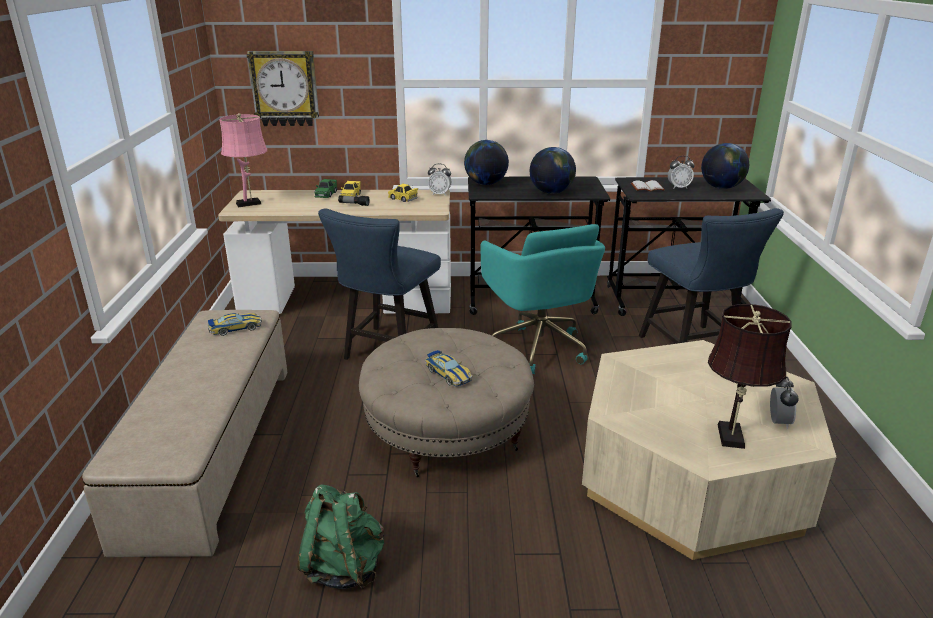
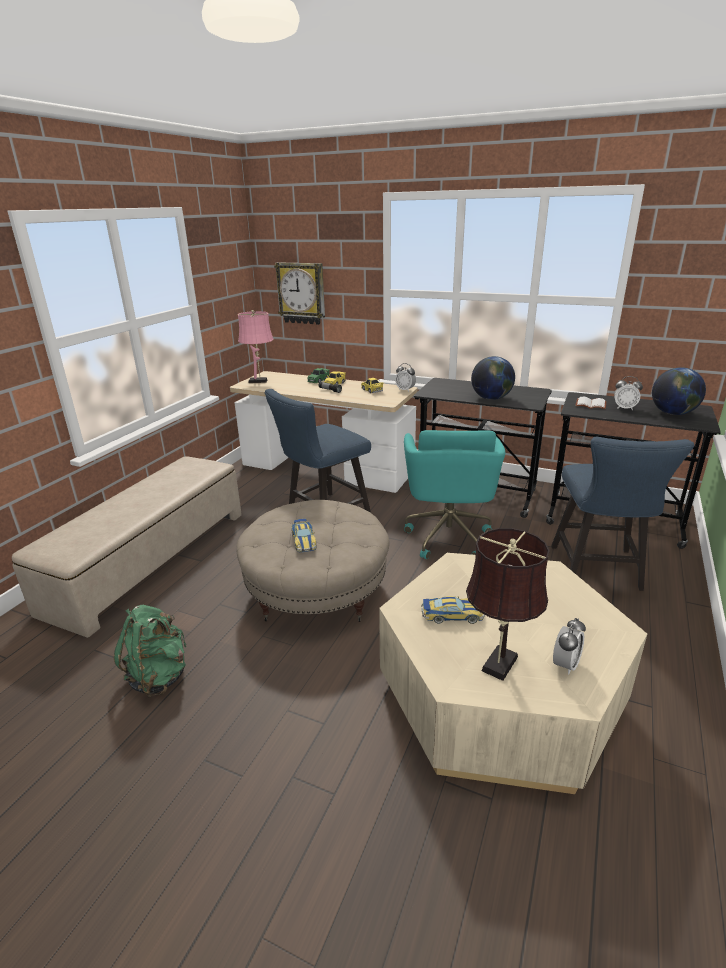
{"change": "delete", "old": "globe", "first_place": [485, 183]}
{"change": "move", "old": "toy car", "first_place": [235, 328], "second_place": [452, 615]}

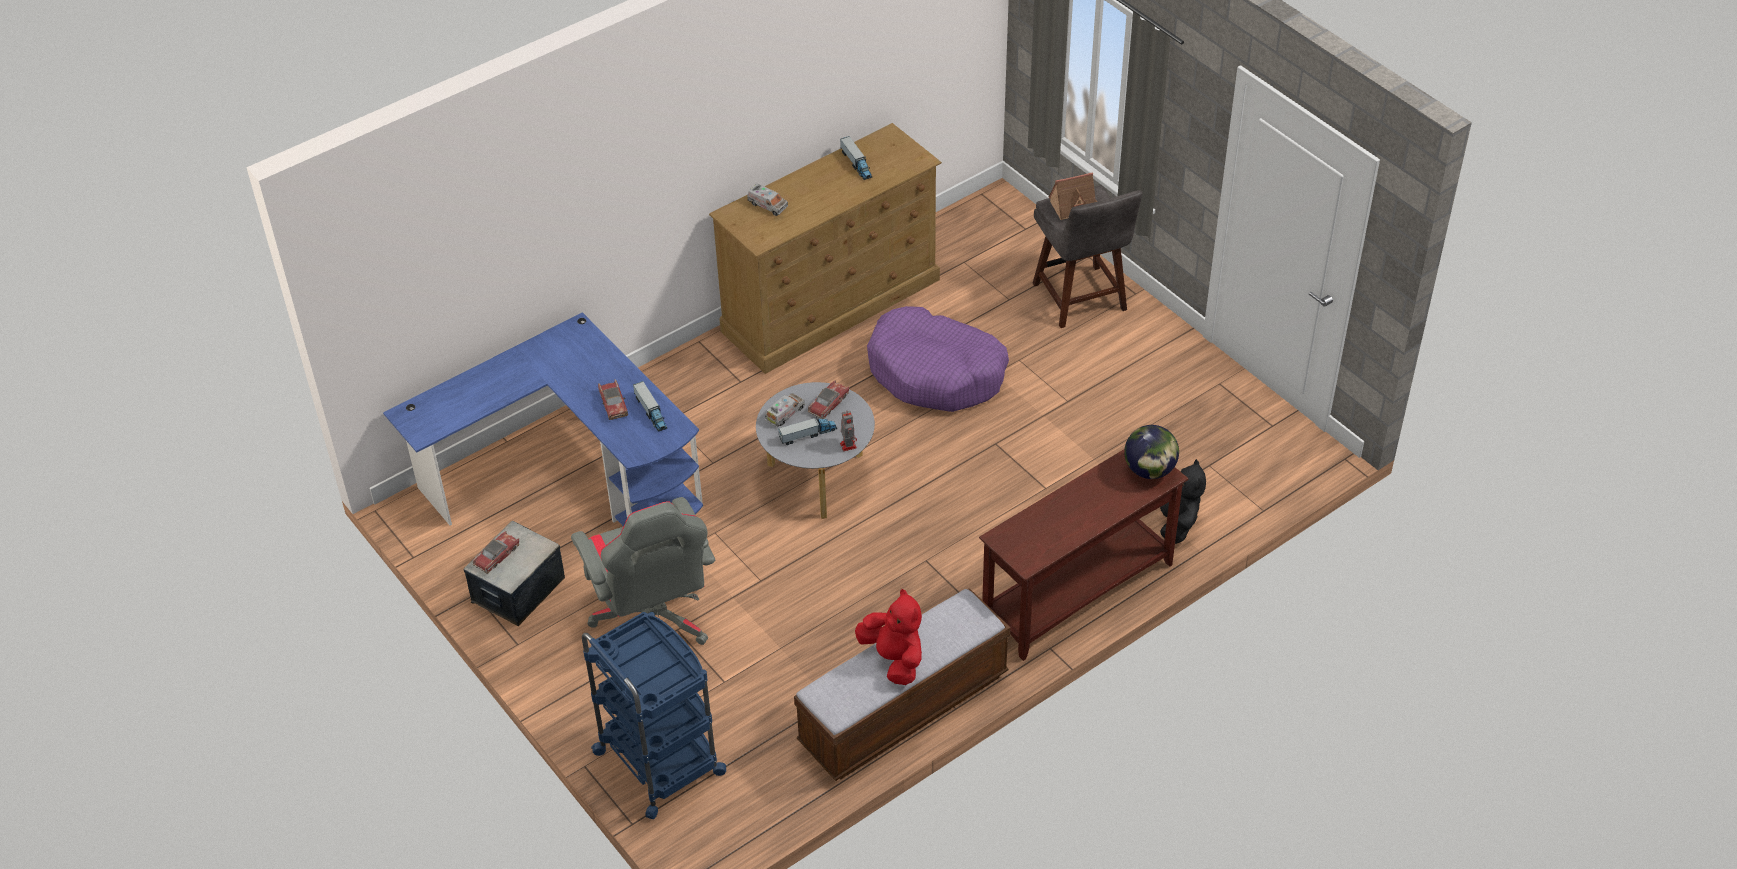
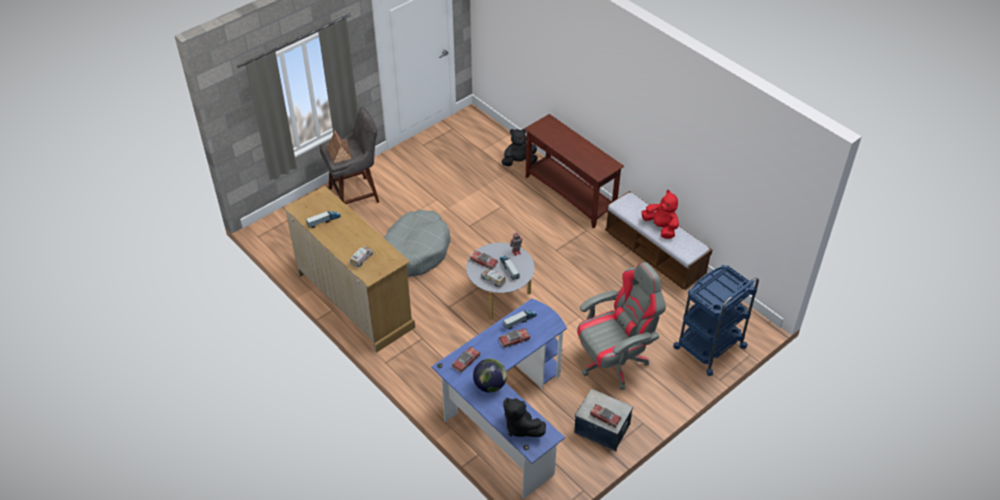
{"change": "insert", "new": "toy car", "second_place": [466, 361]}
{"change": "insert", "new": "black plush toy", "second_place": [520, 427]}
{"change": "move", "old": "globe", "first_place": [1149, 470], "second_place": [490, 385]}
{"change": "recolor", "old": "purple dog bed", "new": "grey dog bed", "first_place": [936, 373], "second_place": [414, 251]}
{"change": "rotate", "old": "red plush toy", "first_place": [894, 659], "second_place": [661, 227], "degrees": 90}

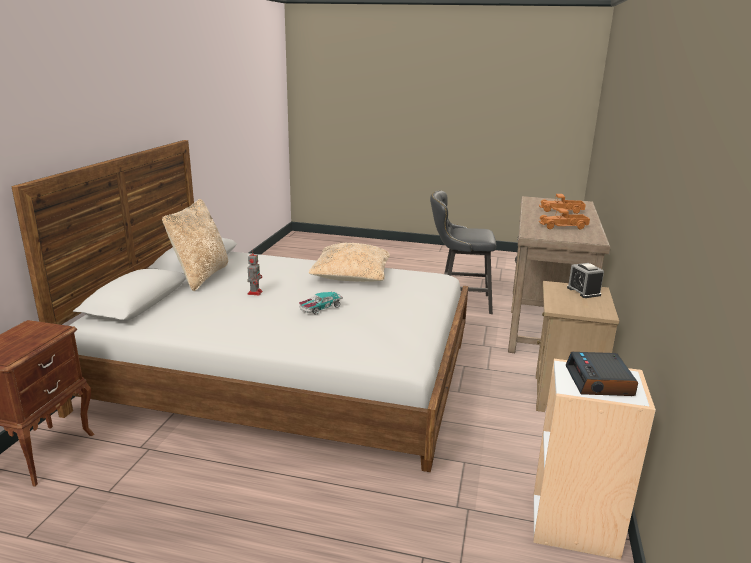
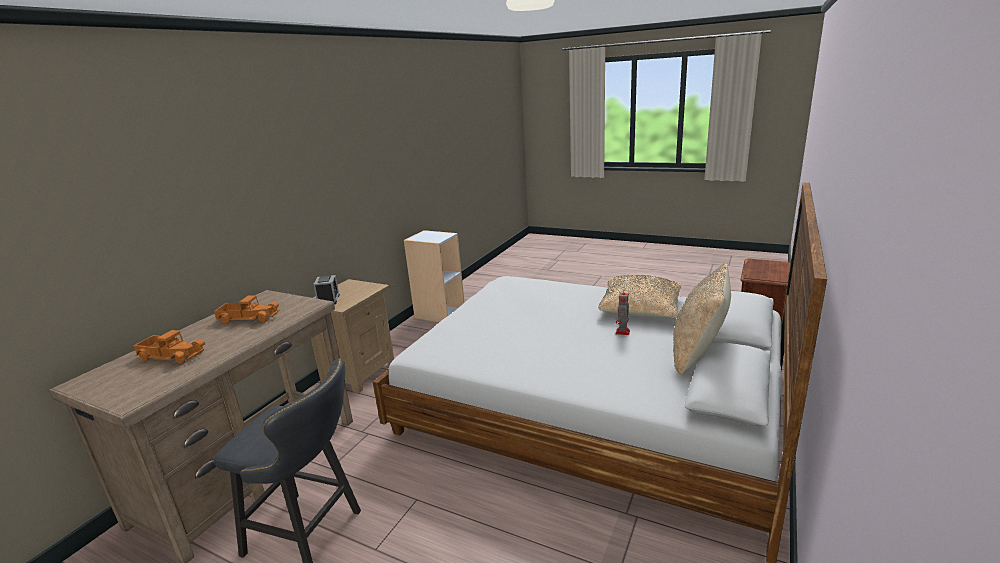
{"change": "delete", "old": "toy car", "first_place": [320, 308]}
{"change": "delete", "old": "alarm clock", "first_place": [600, 382]}
{"change": "move", "old": "beige pillow", "first_place": [351, 274], "second_place": [640, 308]}

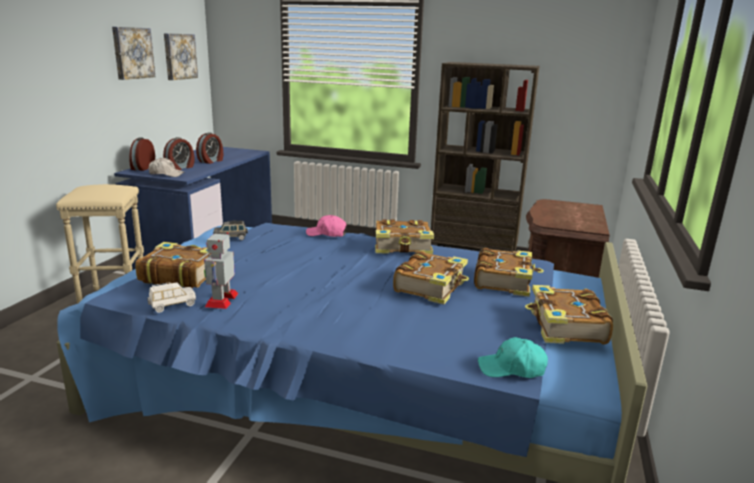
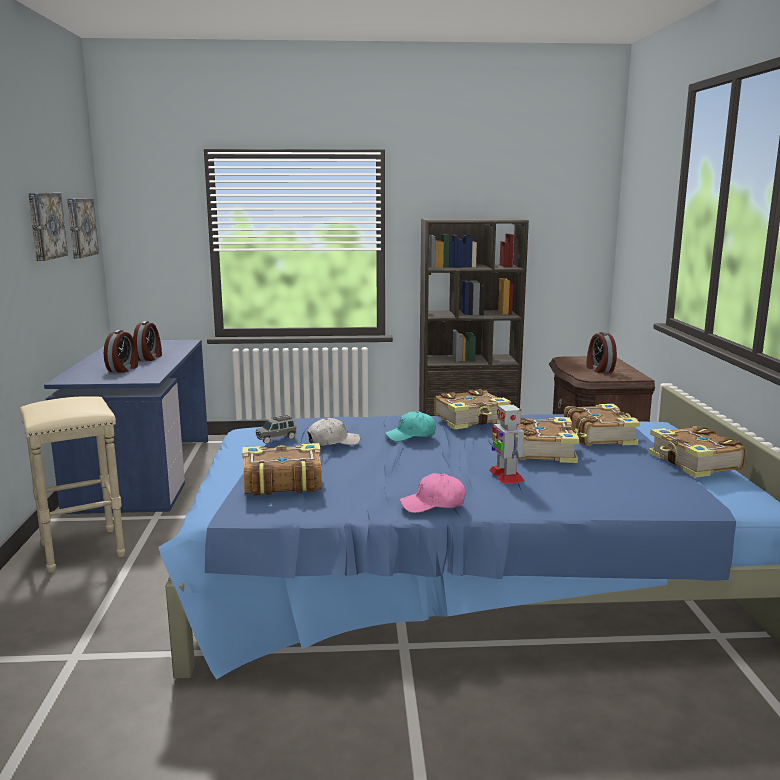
{"change": "delete", "old": "white toy car", "first_place": [172, 305]}
{"change": "move", "old": "alarm clock", "first_place": [142, 168], "second_place": [599, 369]}
{"change": "move", "old": "white cap", "first_place": [166, 174], "second_place": [333, 442]}
{"change": "move", "old": "toy robot", "first_place": [222, 300], "second_place": [506, 476]}
{"change": "move", "old": "pink cap", "first_place": [327, 234], "second_place": [433, 504]}
{"change": "move", "old": "turquoise cap", "first_place": [512, 368], "second_place": [411, 435]}

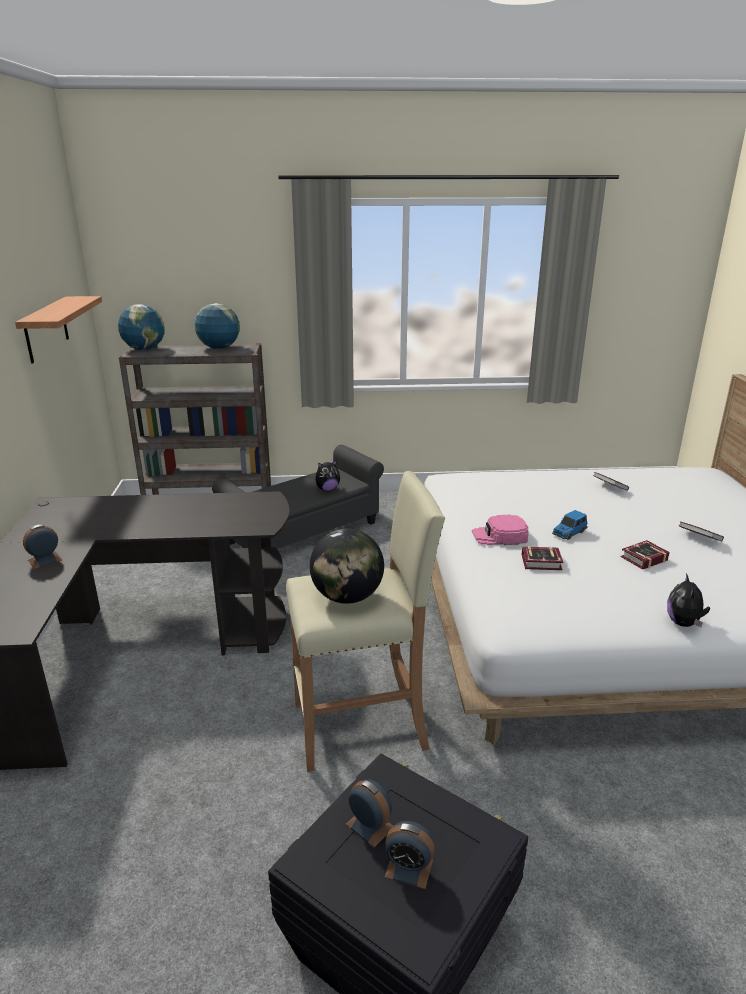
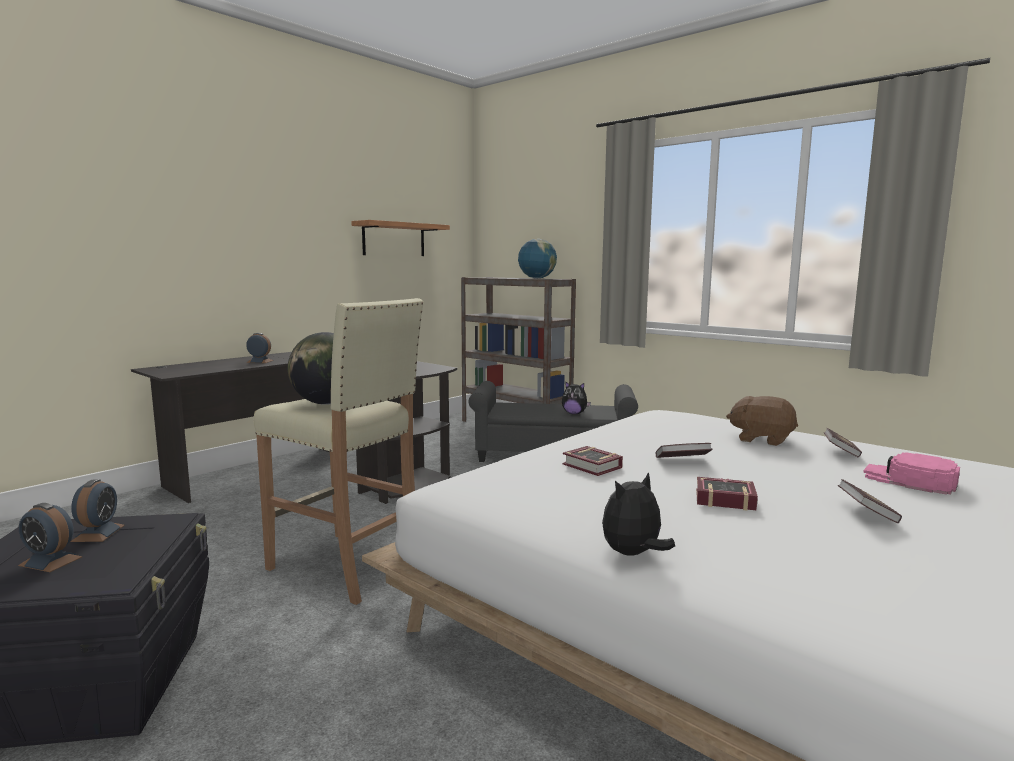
{"change": "delete", "old": "globe", "first_place": [144, 349]}
{"change": "insert", "new": "brown plush toy", "second_place": [761, 439]}
{"change": "move", "old": "pink cap", "first_place": [499, 536], "second_place": [910, 480]}
{"change": "replace", "old": "toy car", "new": "book", "first_place": [568, 533], "second_place": [682, 461]}
{"change": "rotate", "old": "alarm clock", "first_place": [409, 868], "second_place": [50, 561], "degrees": -45}

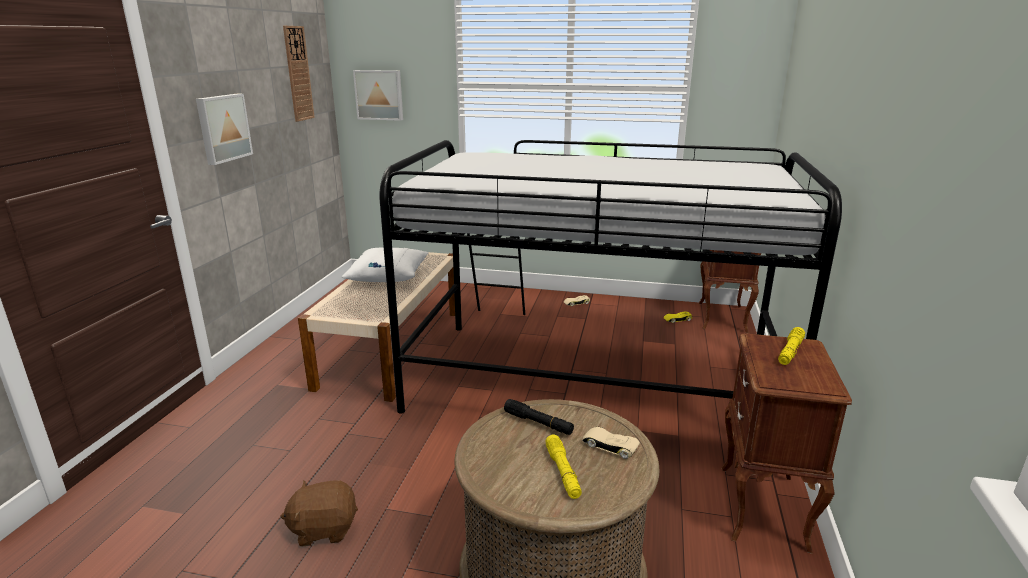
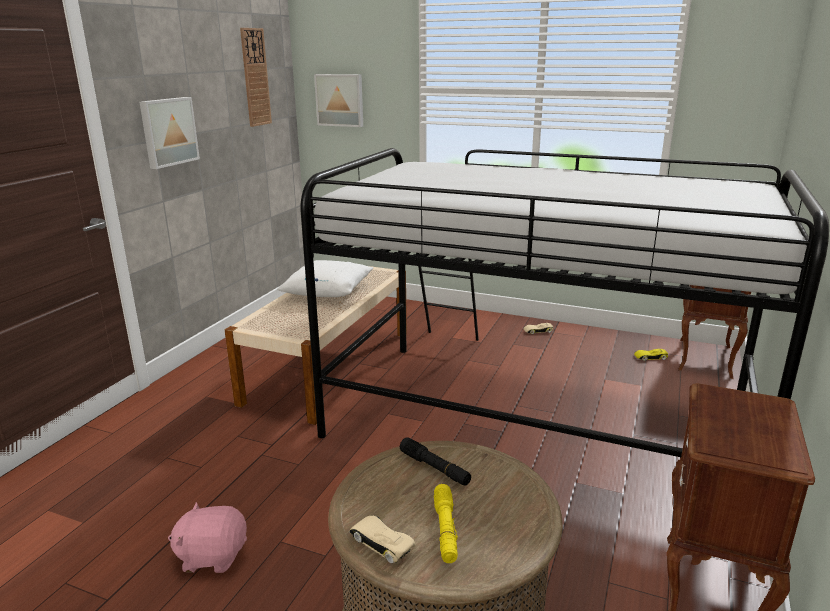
{"change": "delete", "old": "yellow flashlight", "first_place": [790, 352]}
{"change": "move", "old": "beige toy car", "first_place": [610, 446], "second_place": [382, 542]}
{"change": "recolor", "old": "brown plush toy", "new": "pink plush toy", "first_place": [324, 528], "second_place": [212, 555]}

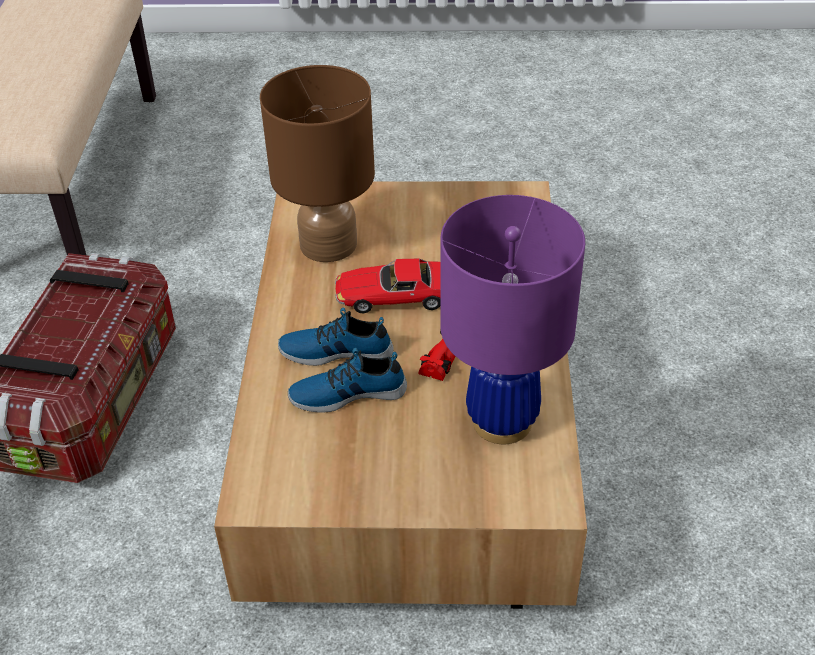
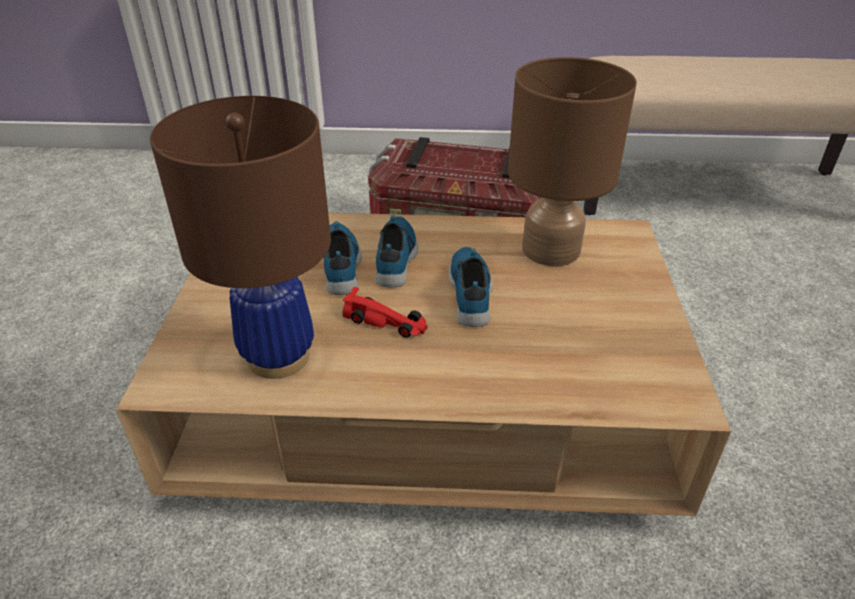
{"change": "replace", "old": "toy car", "new": "shoe", "first_place": [397, 297], "second_place": [471, 291]}
{"change": "recolor", "old": "purple table lamp", "new": "brown table lamp", "first_place": [501, 421], "second_place": [279, 356]}

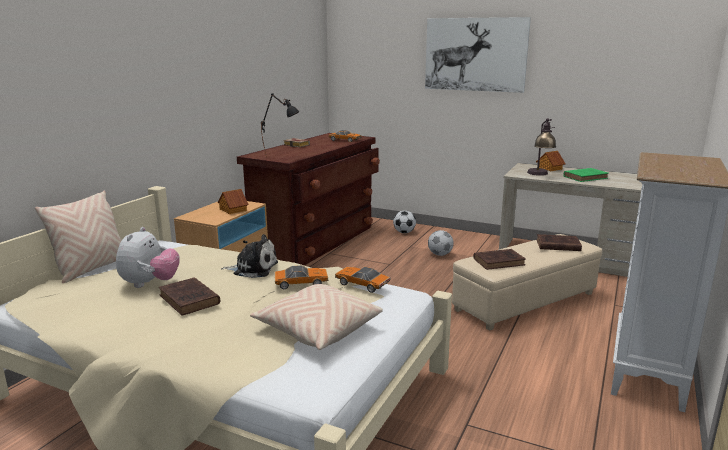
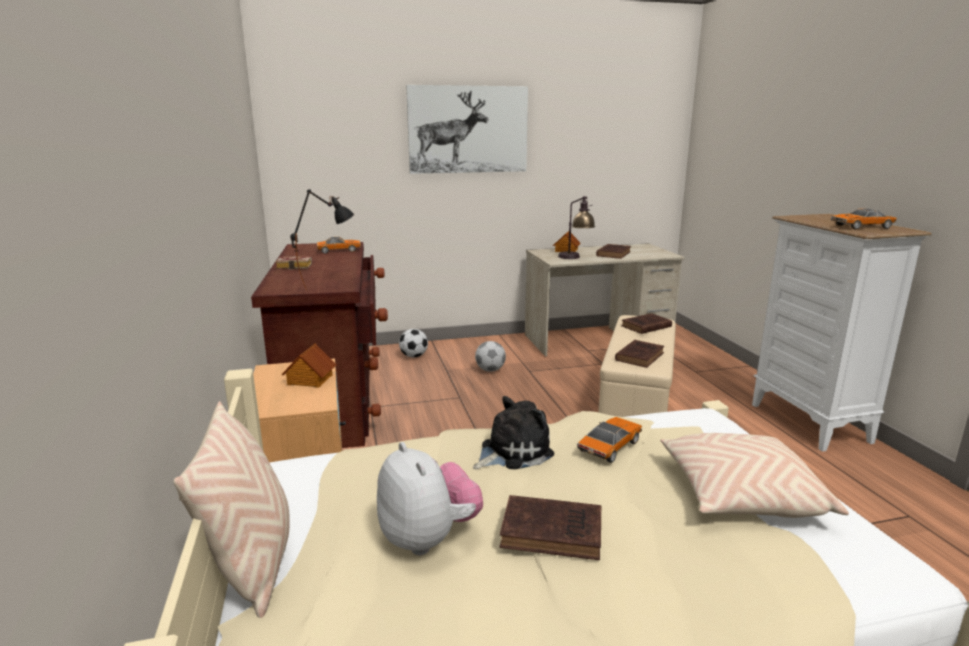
{"change": "move", "old": "toy car", "first_place": [362, 284], "second_place": [861, 227]}
{"change": "recolor", "old": "green book", "new": "brown book", "first_place": [586, 177], "second_place": [614, 253]}

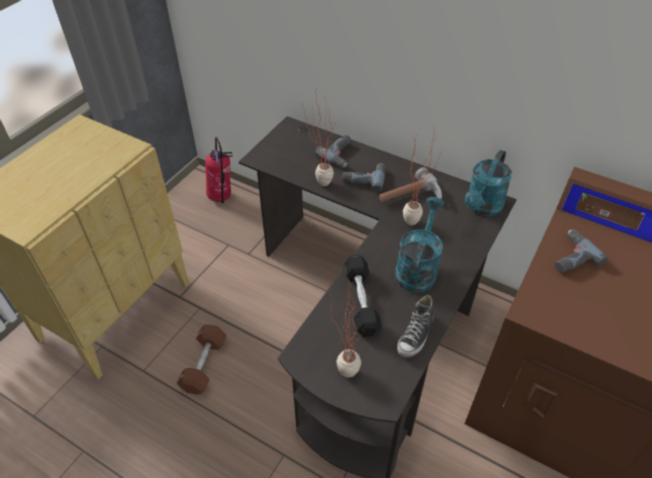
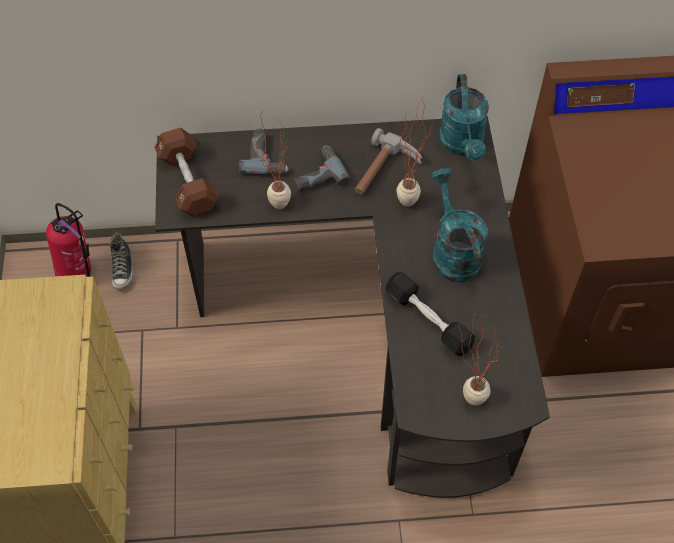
{"change": "delete", "old": "power drill", "first_place": [570, 256]}
{"change": "move", "old": "brown dumbbell", "first_place": [204, 365], "second_place": [188, 182]}
{"change": "move", "old": "shoe", "first_place": [415, 336], "second_place": [123, 269]}

